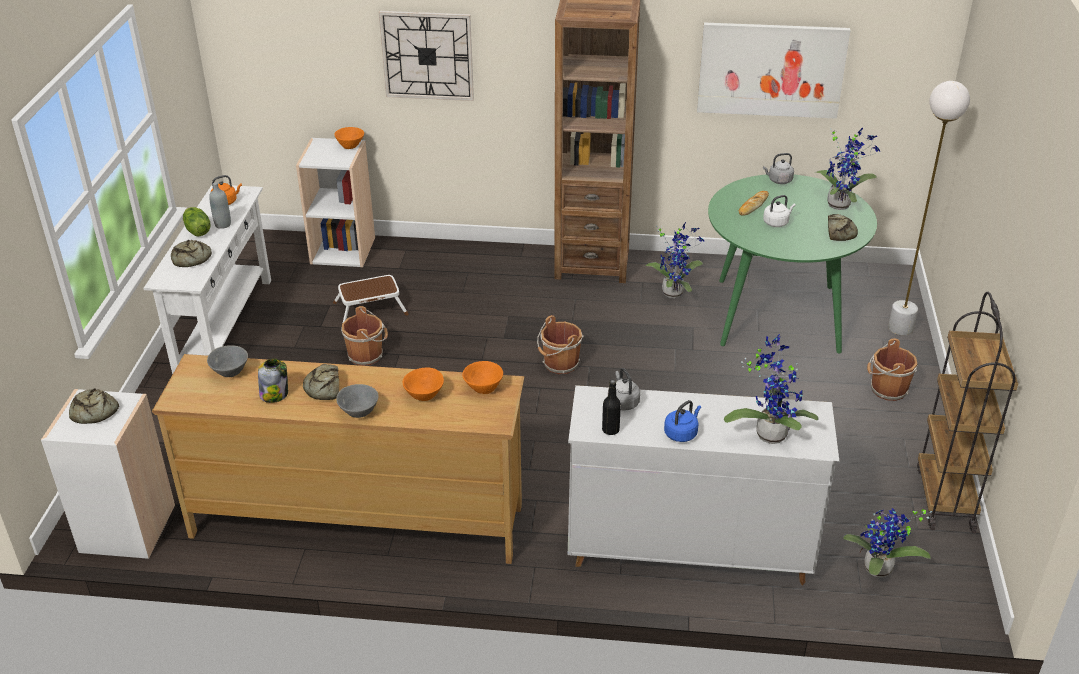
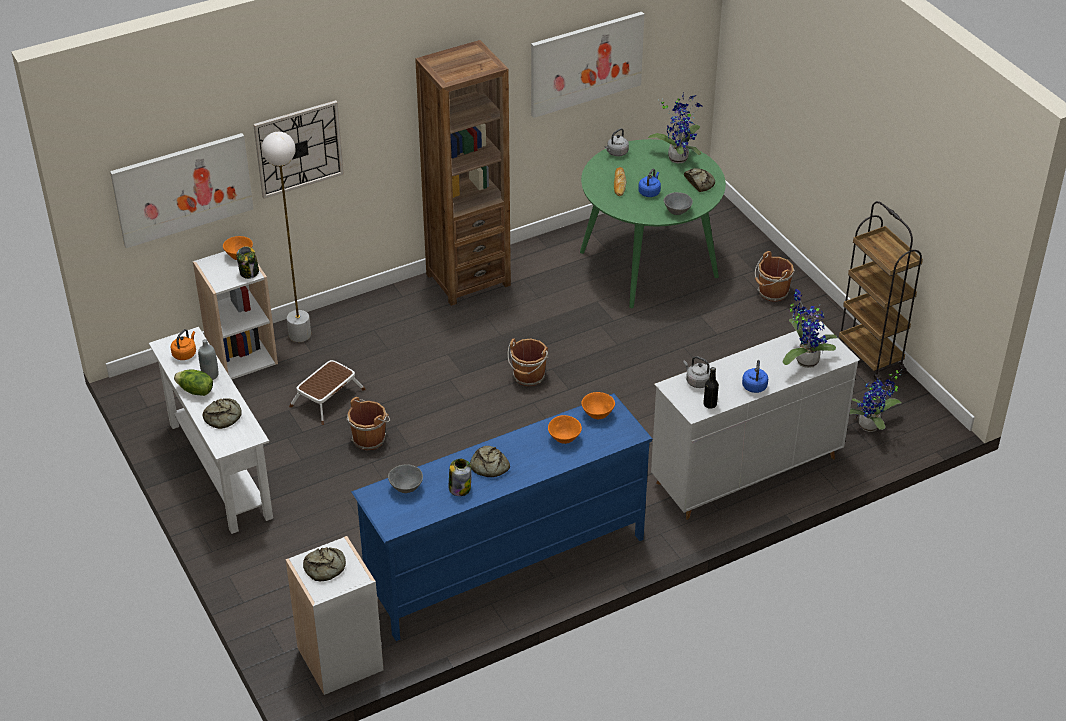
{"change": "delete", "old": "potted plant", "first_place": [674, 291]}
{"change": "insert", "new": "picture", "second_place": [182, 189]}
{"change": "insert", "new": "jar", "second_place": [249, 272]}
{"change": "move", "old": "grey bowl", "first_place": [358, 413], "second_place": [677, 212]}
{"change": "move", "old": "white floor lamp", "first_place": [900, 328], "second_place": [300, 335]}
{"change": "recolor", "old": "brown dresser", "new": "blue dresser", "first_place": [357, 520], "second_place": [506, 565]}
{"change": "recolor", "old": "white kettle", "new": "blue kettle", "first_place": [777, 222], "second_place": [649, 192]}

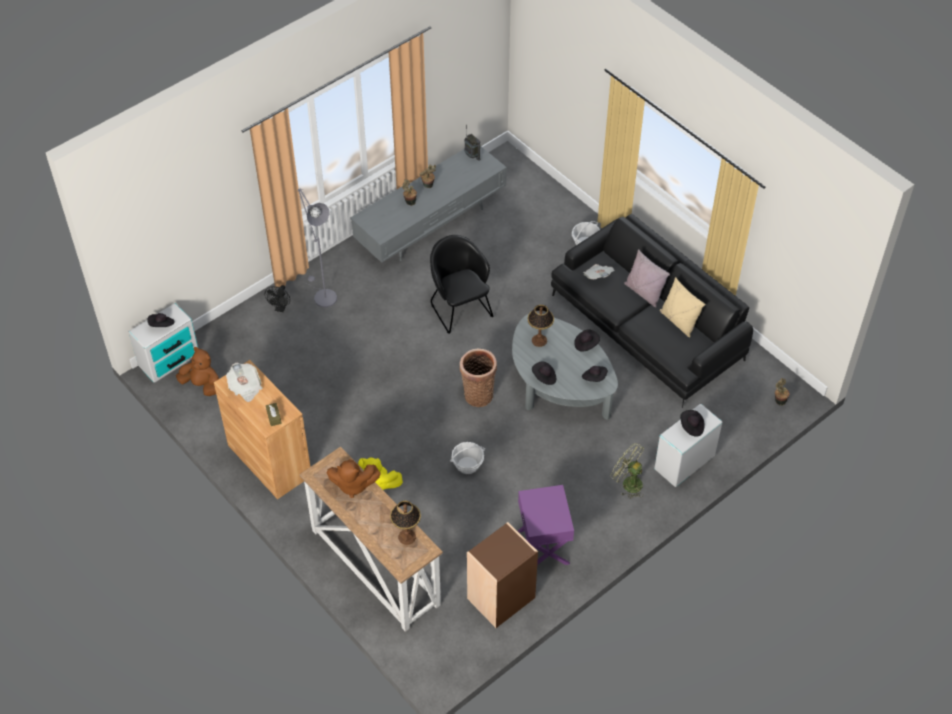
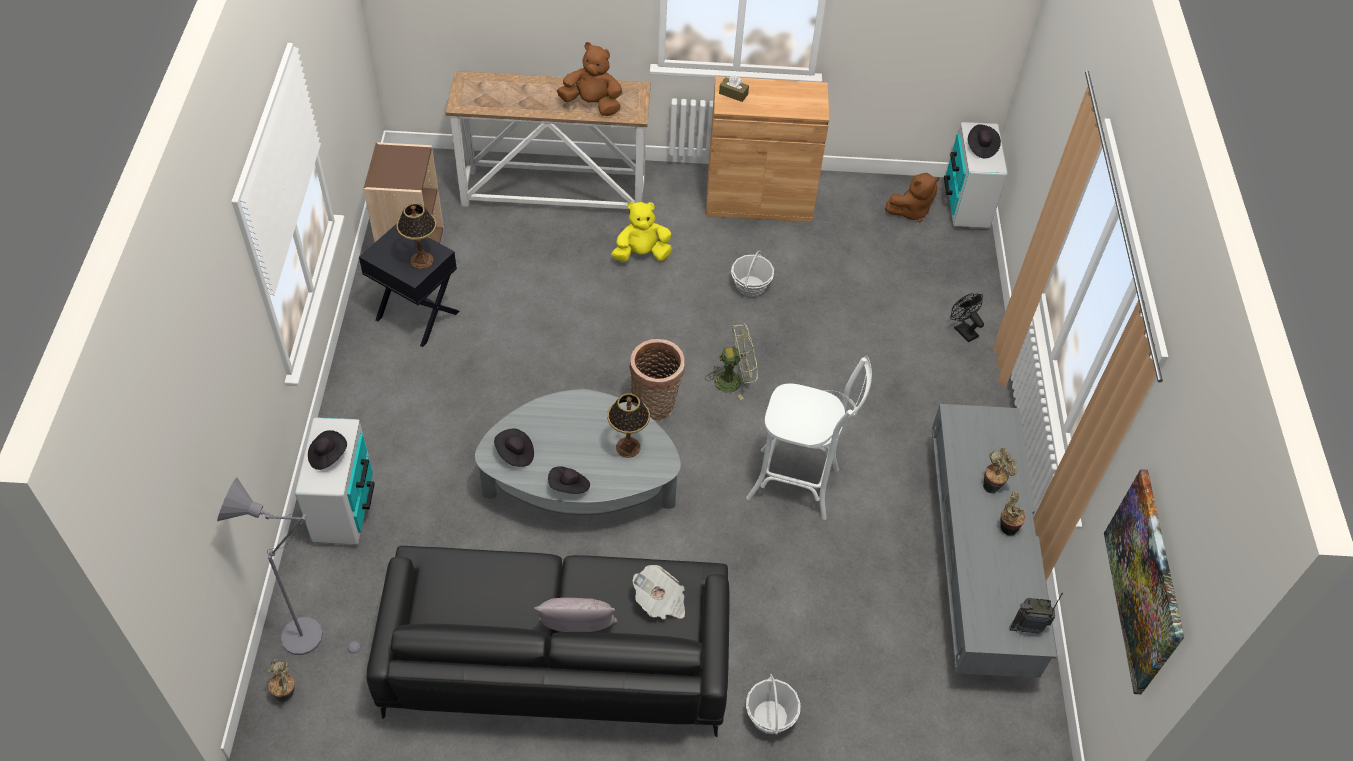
{"change": "delete", "old": "newspaper", "first_place": [245, 387]}
{"change": "delete", "old": "black hat", "first_place": [544, 377]}
{"change": "delete", "old": "beige pillow", "first_place": [678, 321]}
{"change": "insert", "new": "picture", "second_place": [1144, 581]}
{"change": "move", "old": "grey floor lamp", "first_place": [322, 295], "second_place": [311, 636]}
{"change": "move", "old": "table lamp", "first_place": [406, 537], "second_place": [422, 260]}
{"change": "move", "old": "basket", "first_place": [467, 465], "second_place": [750, 286]}
{"change": "move", "old": "green fan", "first_place": [628, 483], "second_place": [734, 380]}
{"change": "replace", "old": "black armchair", "new": "white stool", "first_place": [460, 308], "second_place": [798, 485]}
{"change": "recolor", "old": "purple side table", "new": "black side table", "first_place": [544, 547], "second_place": [416, 316]}
{"change": "rotate", "old": "brown plush toy", "first_place": [353, 485], "second_place": [592, 104], "degrees": 60}

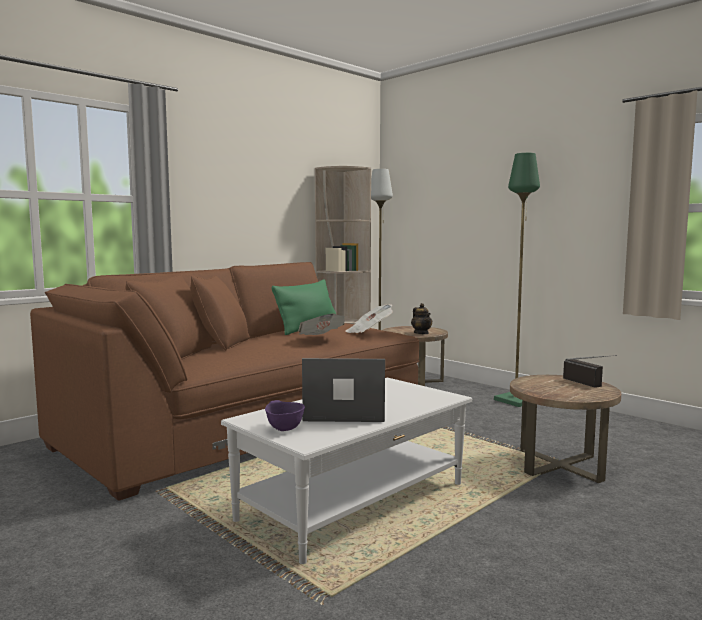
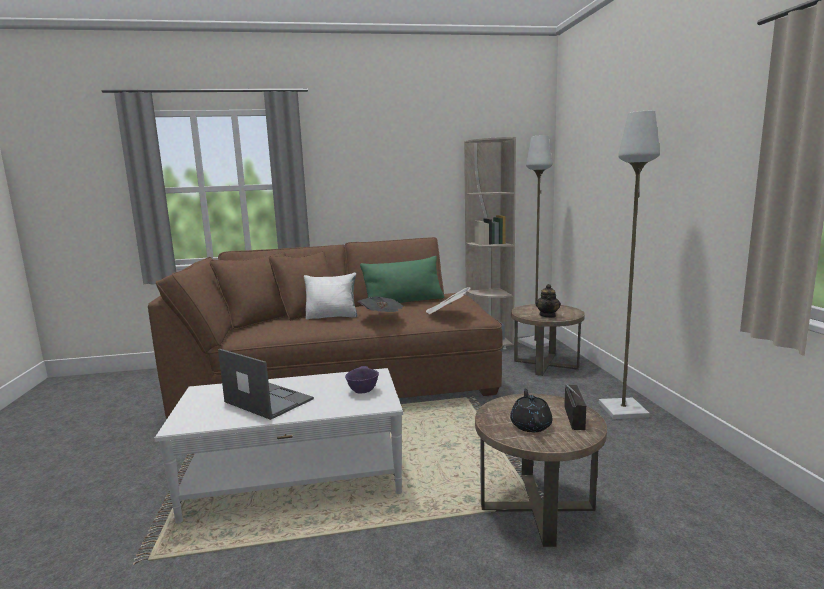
{"change": "insert", "new": "white pillow", "second_place": [332, 316]}
{"change": "insert", "new": "black teapot", "second_place": [530, 425]}
{"change": "move", "old": "purple bowl", "first_place": [283, 429], "second_place": [362, 391]}
{"change": "recolor", "old": "green floor lamp", "new": "grey floor lamp", "first_place": [516, 400], "second_place": [624, 410]}

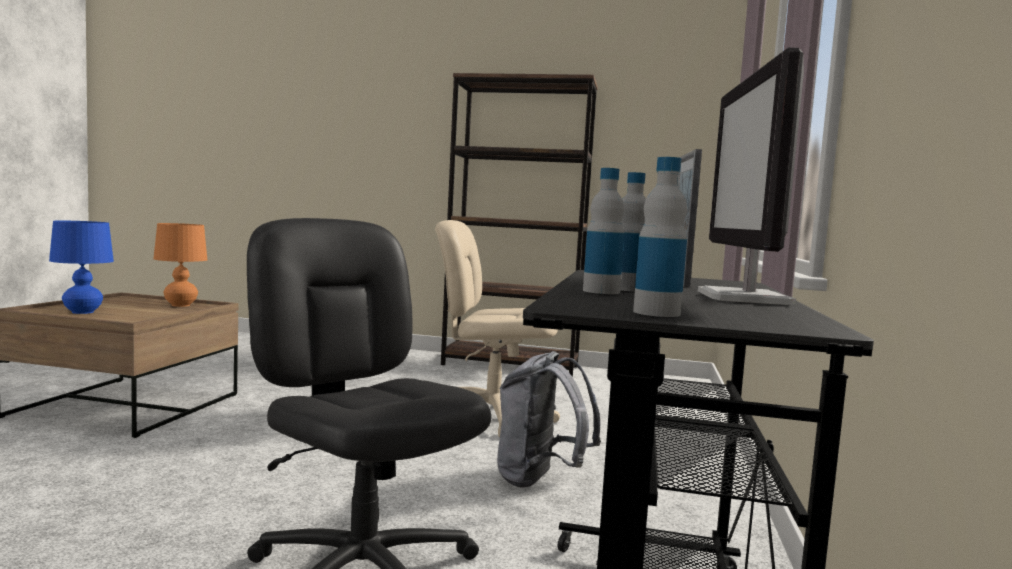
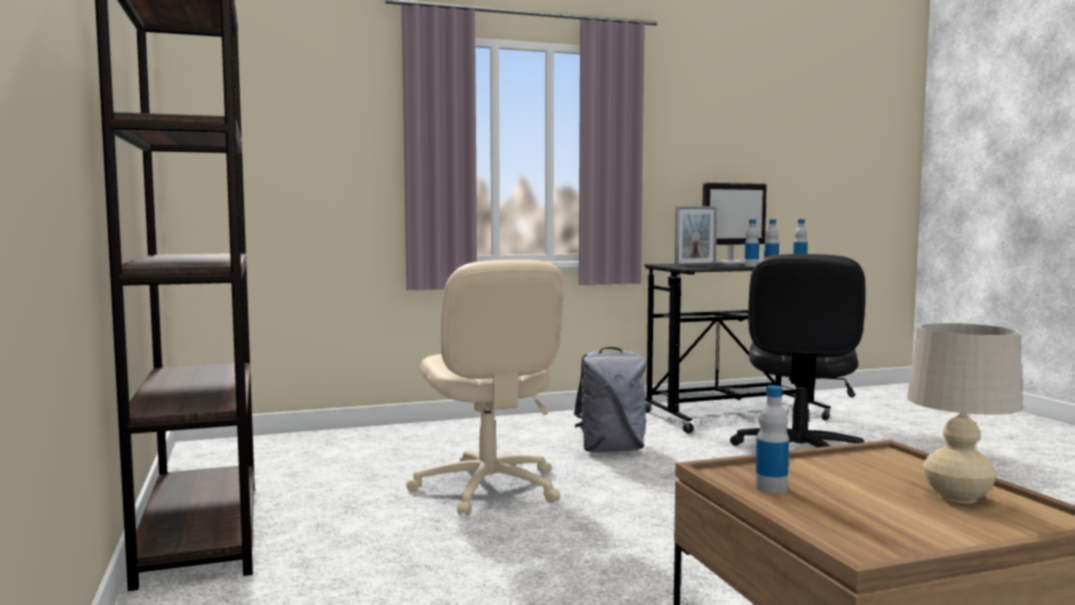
{"change": "replace", "old": "orange table lamp", "new": "bottle", "first_place": [180, 305], "second_place": [771, 488]}
{"change": "recolor", "old": "blue table lamp", "new": "beige table lamp", "first_place": [82, 312], "second_place": [957, 497]}

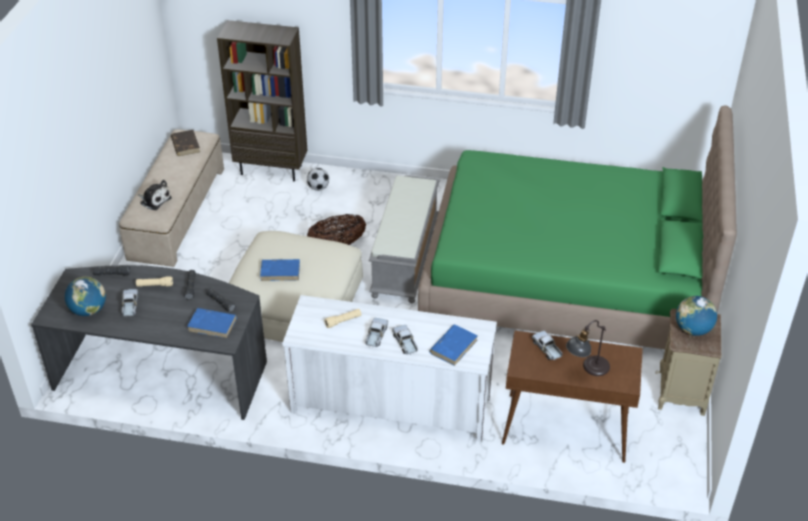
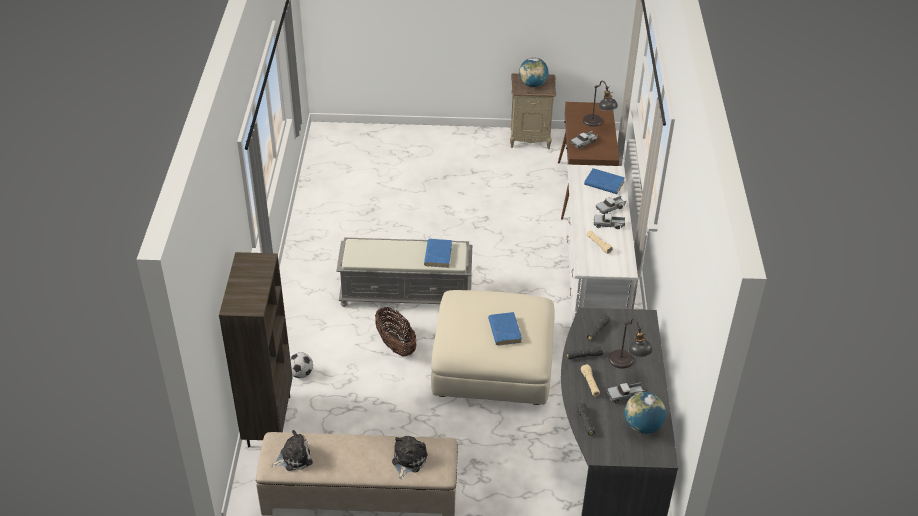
{"change": "delete", "old": "green bed", "first_place": [568, 278]}
{"change": "insert", "new": "grey table lamp", "second_place": [628, 366]}
{"change": "move", "old": "blue book", "first_place": [213, 324], "second_place": [438, 254]}
{"change": "replace", "old": "brown book", "new": "plush toy", "first_place": [185, 144], "second_place": [294, 457]}

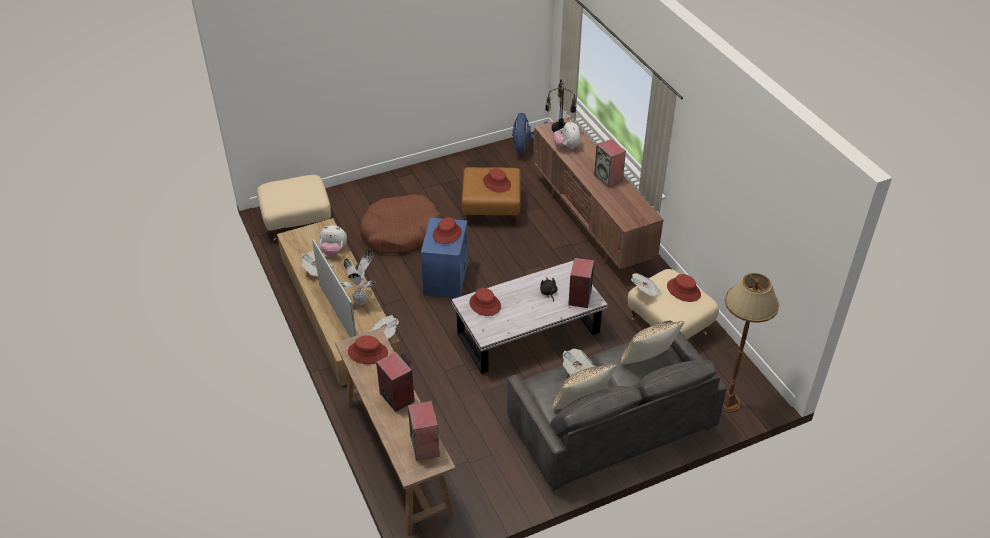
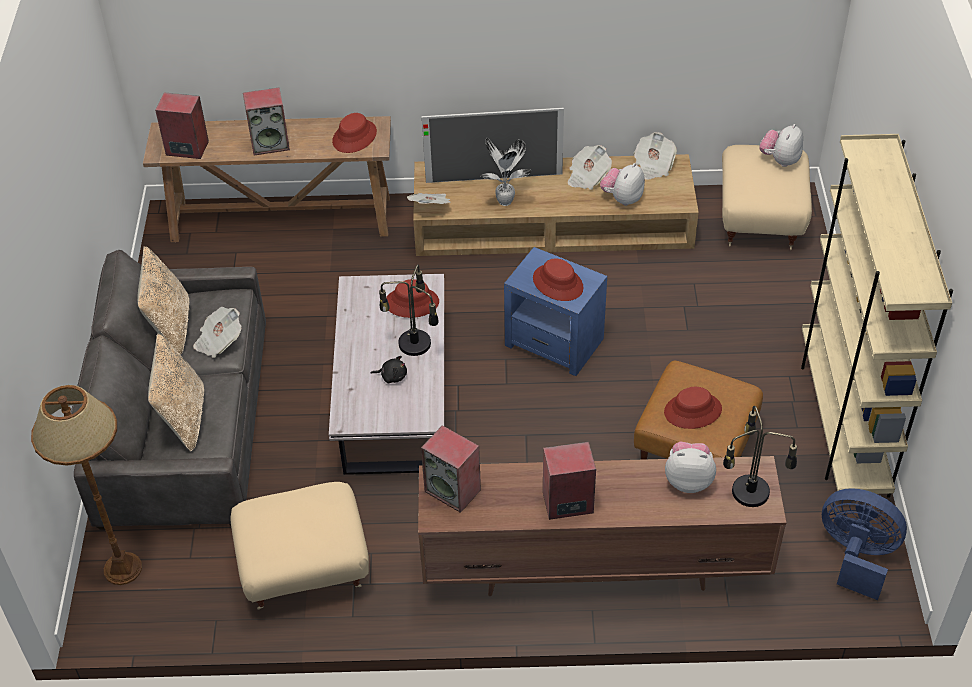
{"change": "delete", "old": "brown dog bed", "first_place": [401, 233]}
{"change": "delete", "old": "red hat", "first_place": [683, 290]}
{"change": "insert", "new": "table lamp", "second_place": [415, 343]}
{"change": "insert", "new": "plush toy", "second_place": [780, 160]}
{"change": "insert", "new": "beige bookcase", "second_place": [842, 421]}
{"change": "move", "old": "speaker", "first_place": [579, 297], "second_place": [453, 490]}
{"change": "move", "old": "newspaper", "first_place": [646, 291], "second_place": [653, 166]}

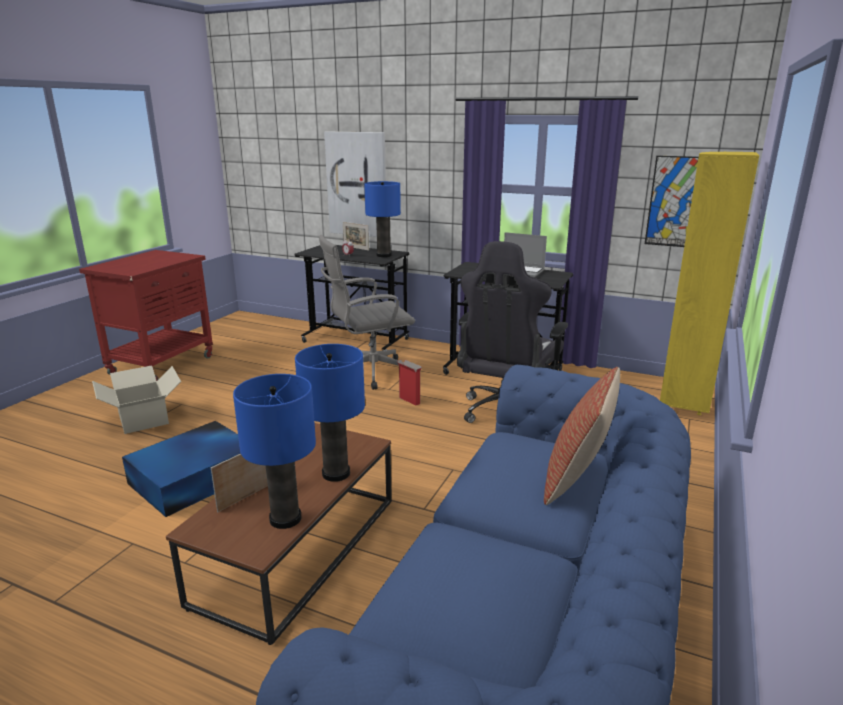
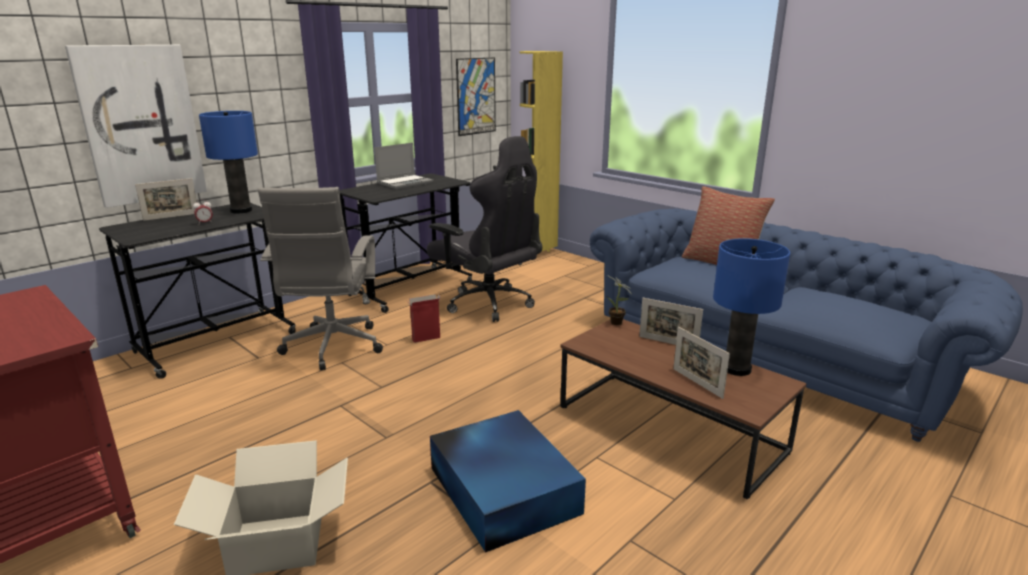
{"change": "insert", "new": "potted plant", "second_place": [617, 323]}
{"change": "replace", "old": "blue table lamp", "new": "picture frame", "first_place": [336, 474], "second_place": [668, 343]}

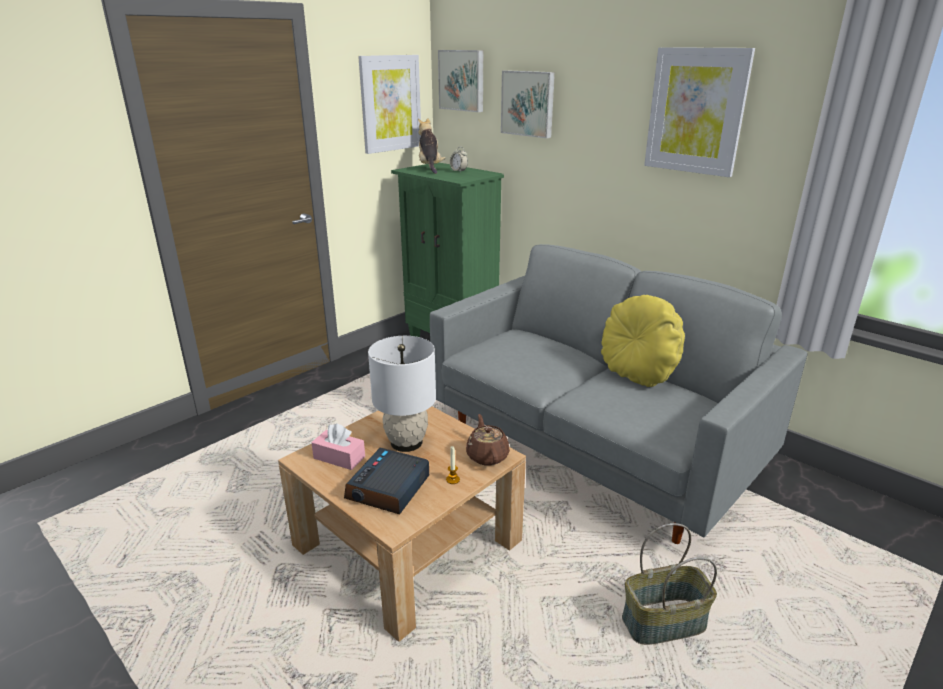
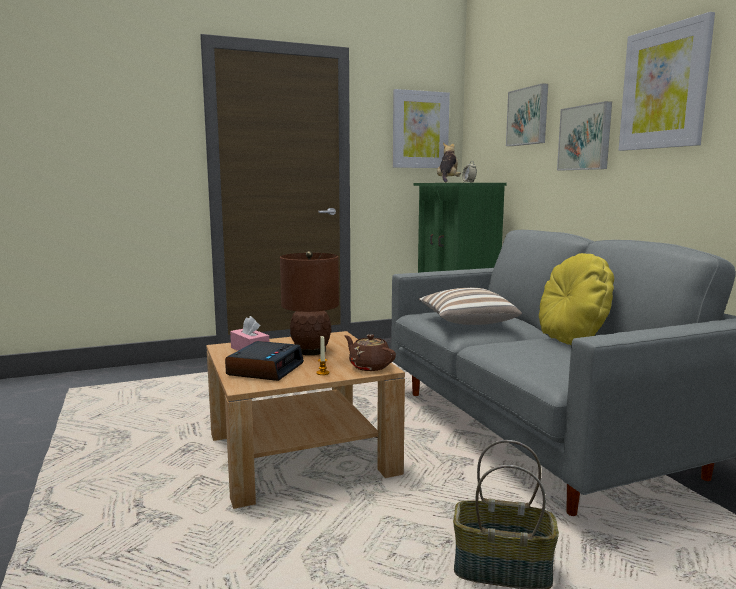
{"change": "insert", "new": "pillow", "second_place": [466, 322]}
{"change": "move", "old": "picture", "first_place": [462, 80], "second_place": [586, 138]}
{"change": "recolor", "old": "white table lamp", "new": "brown table lamp", "first_place": [406, 442], "second_place": [310, 351]}
{"change": "rotate", "old": "alarm clock", "first_place": [388, 489], "second_place": [265, 369], "degrees": 150}
{"change": "rotate", "old": "brown teapot", "first_place": [487, 455], "second_place": [369, 366], "degrees": -60}

